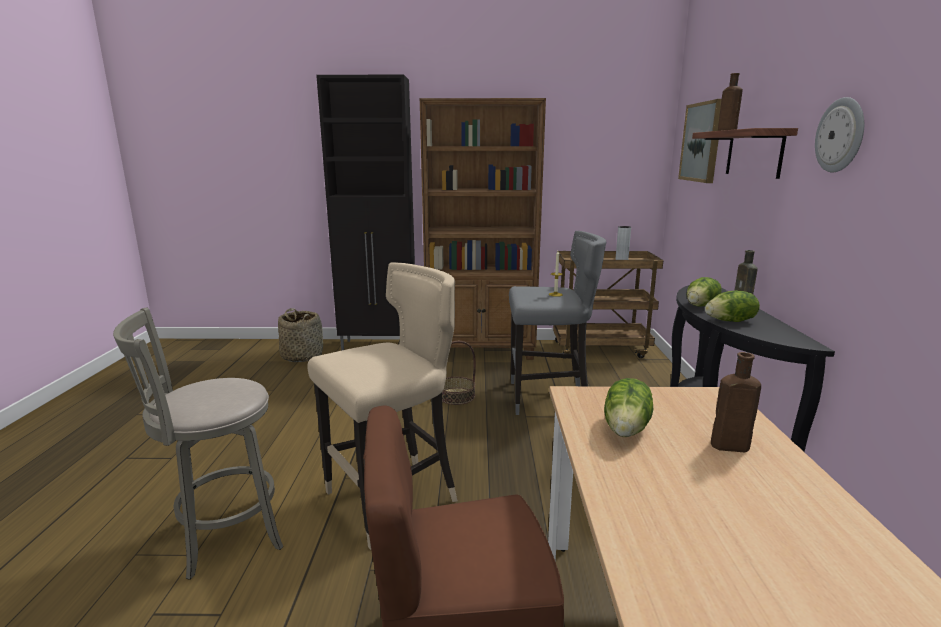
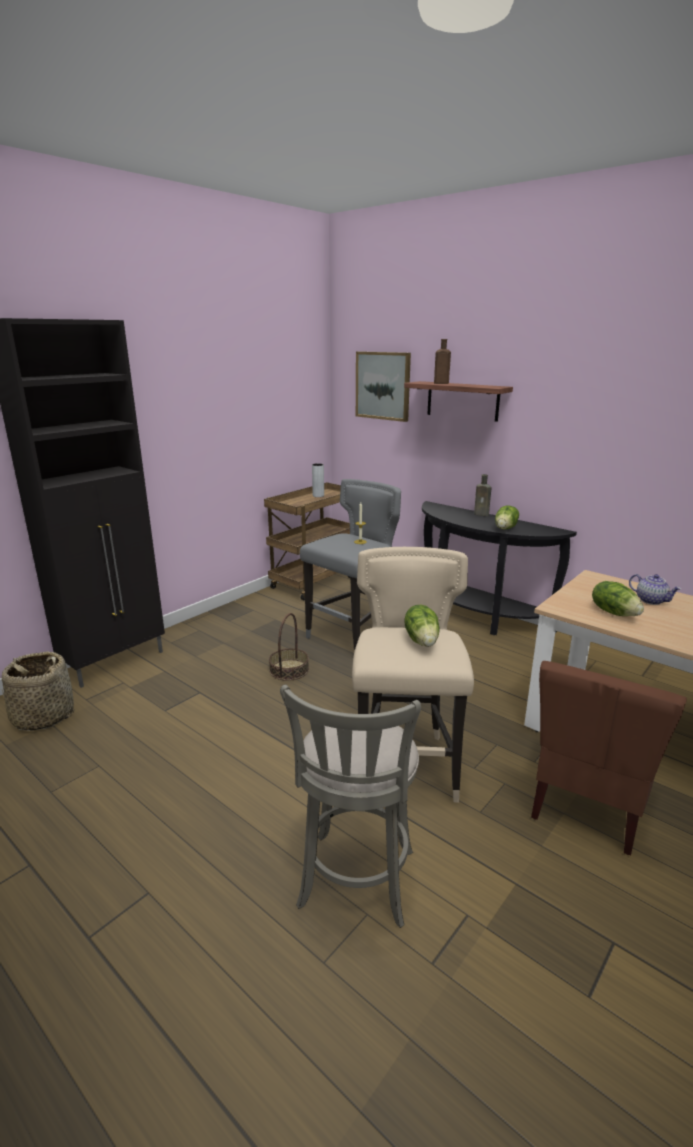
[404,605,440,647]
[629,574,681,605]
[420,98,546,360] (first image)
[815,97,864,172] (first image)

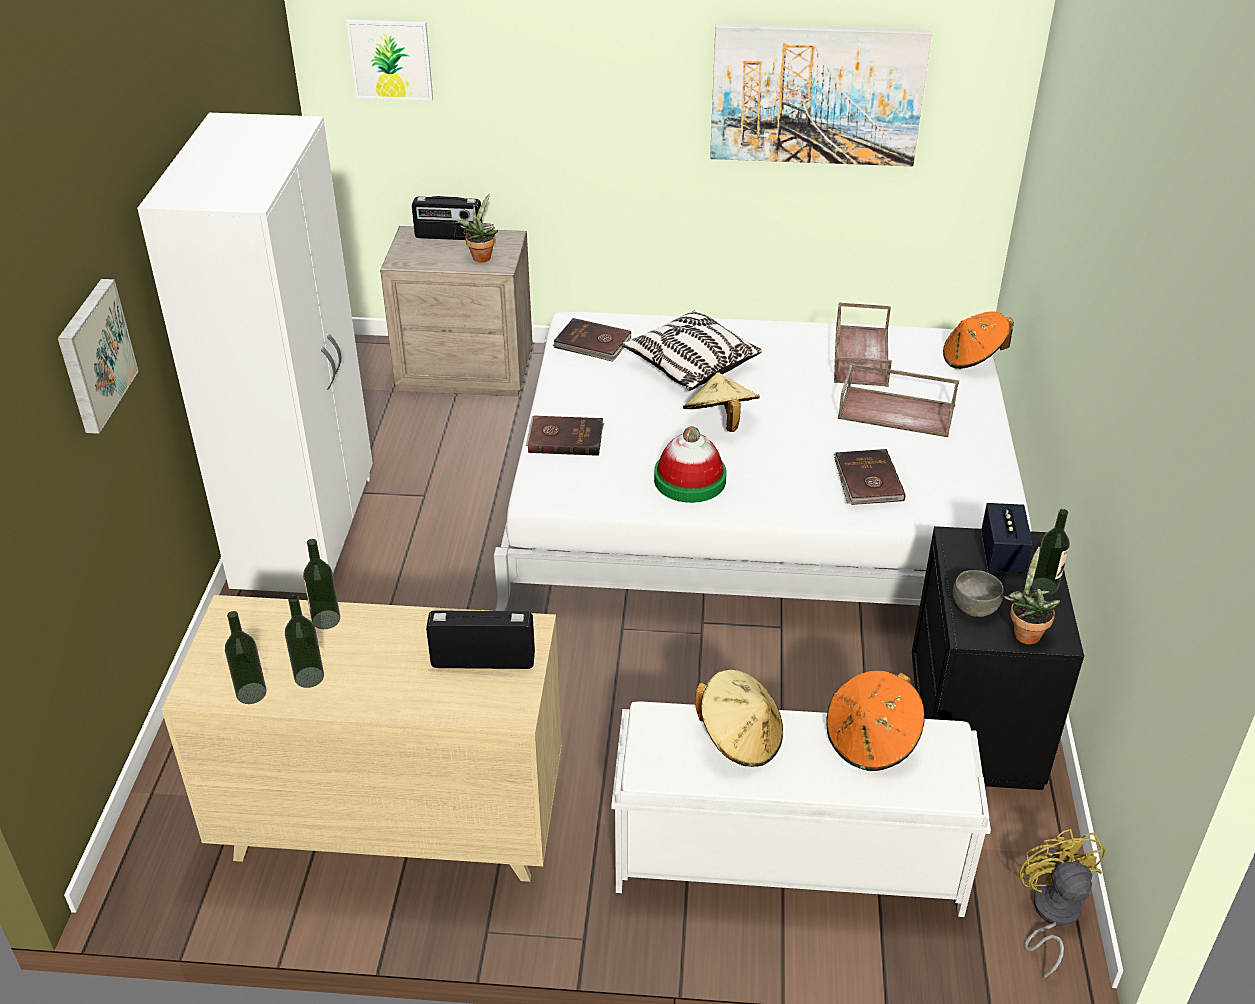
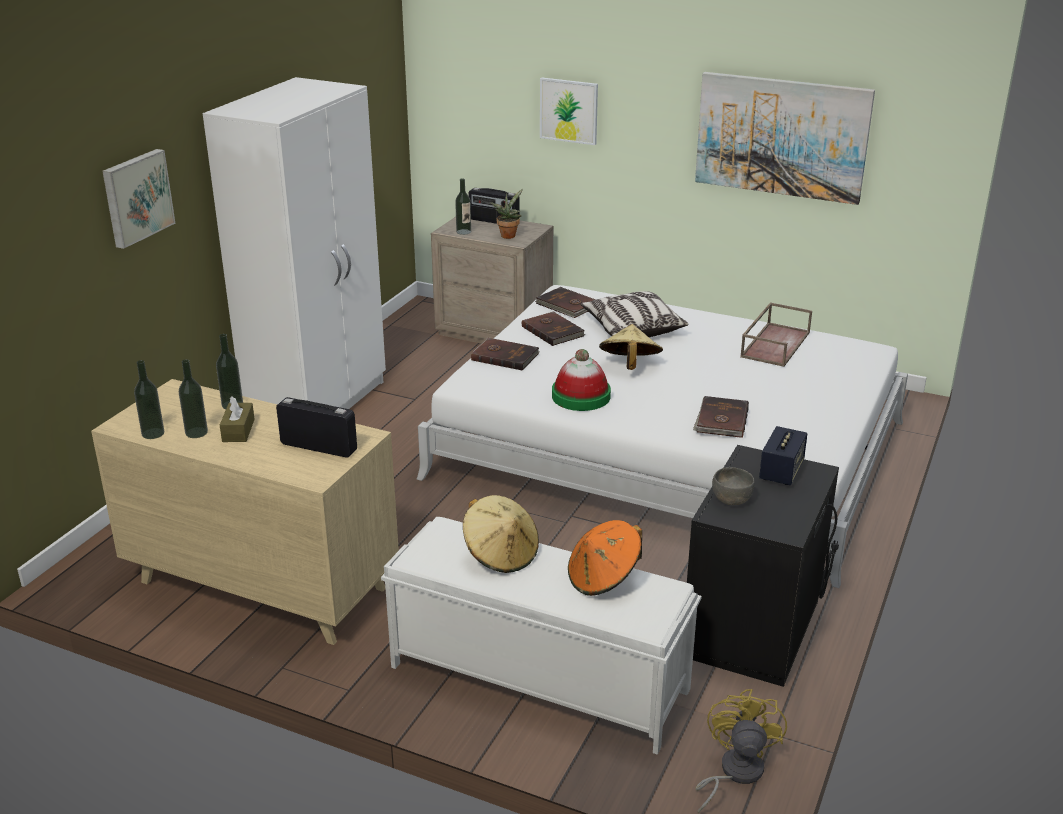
[220,396,255,442]
[455,178,471,235]
[522,312,585,346]
[540,77,598,145]
[838,363,959,437] (first image)
[943,311,1014,369] (first image)
[1004,546,1060,645] (first image)

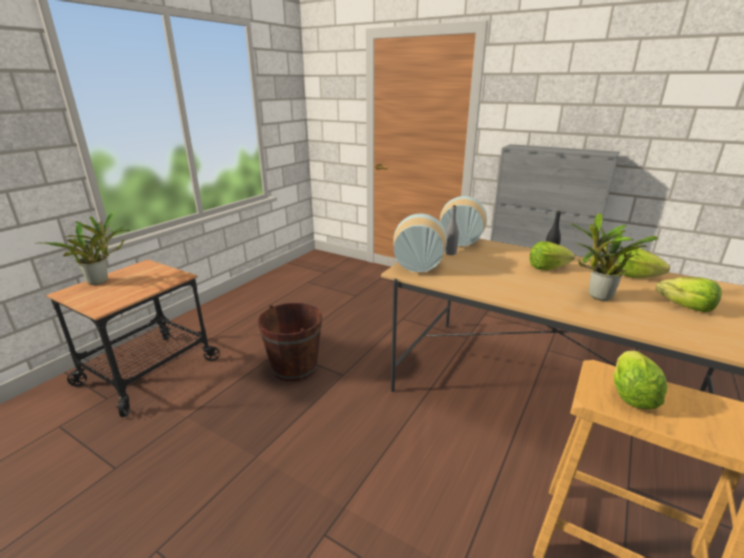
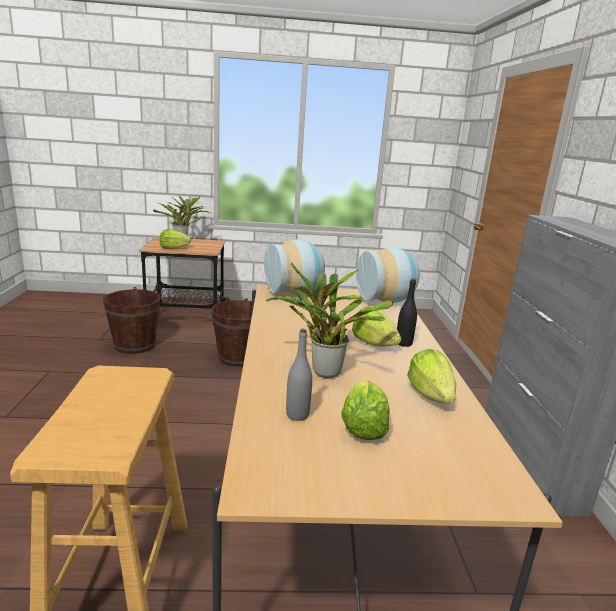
[103,287,161,354]
[160,229,191,250]
[286,329,312,421]

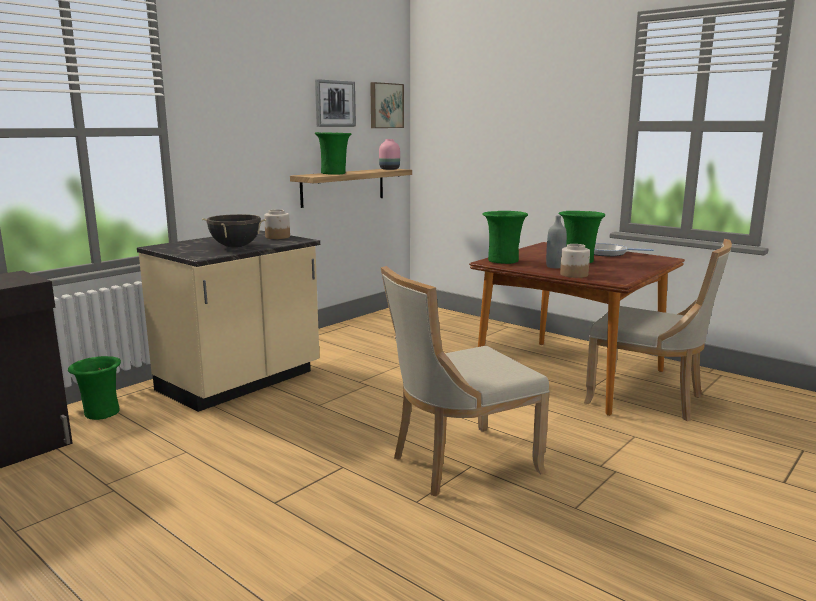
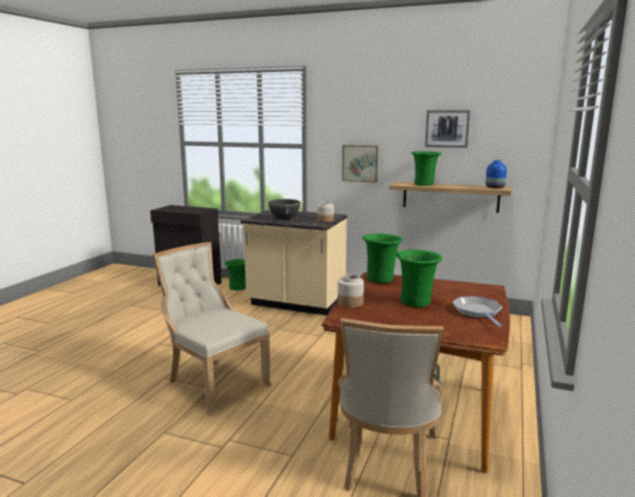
[342,145,379,183]
[486,160,507,189]
[546,215,567,268] (first image)

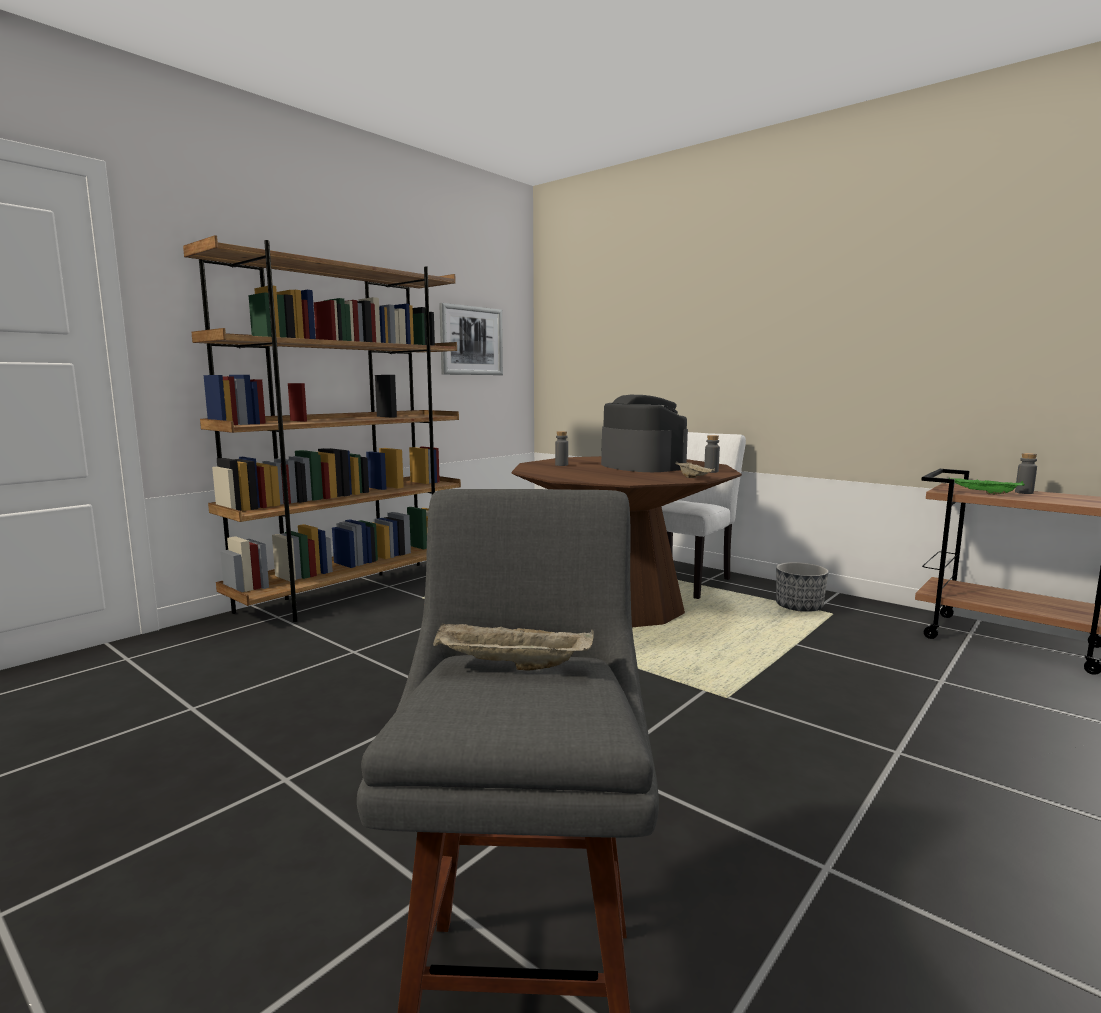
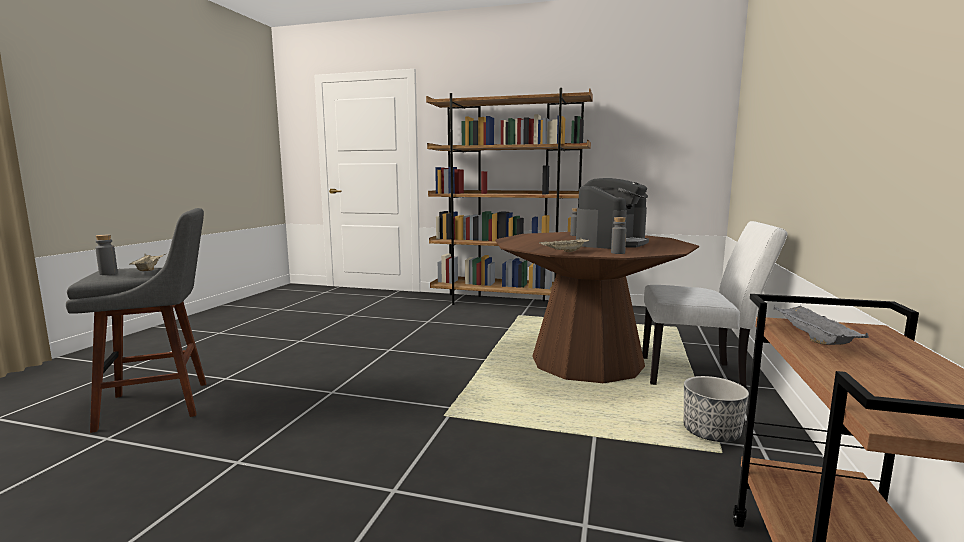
[95,235,118,275]
[773,305,869,345]
[439,303,503,375] (first image)

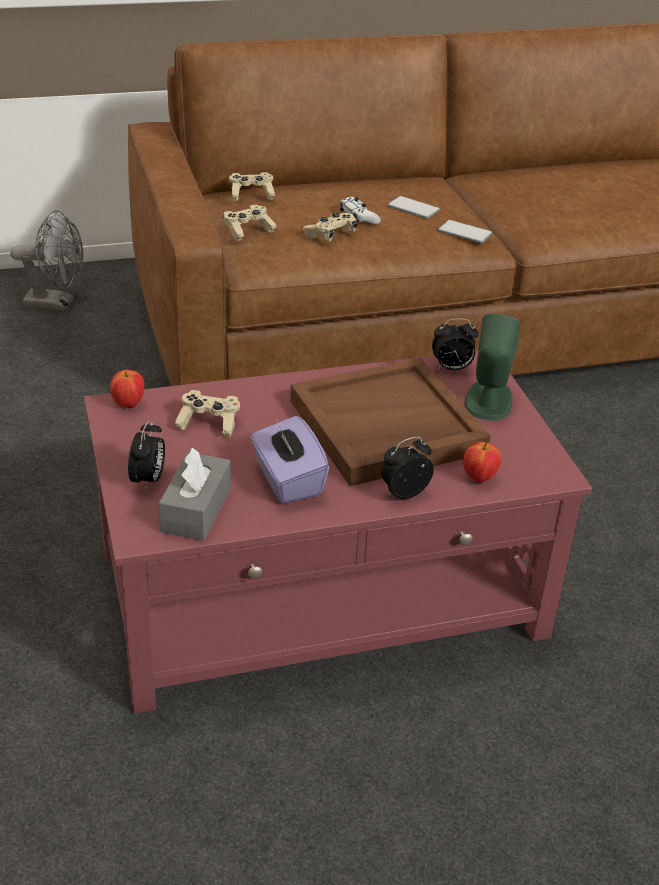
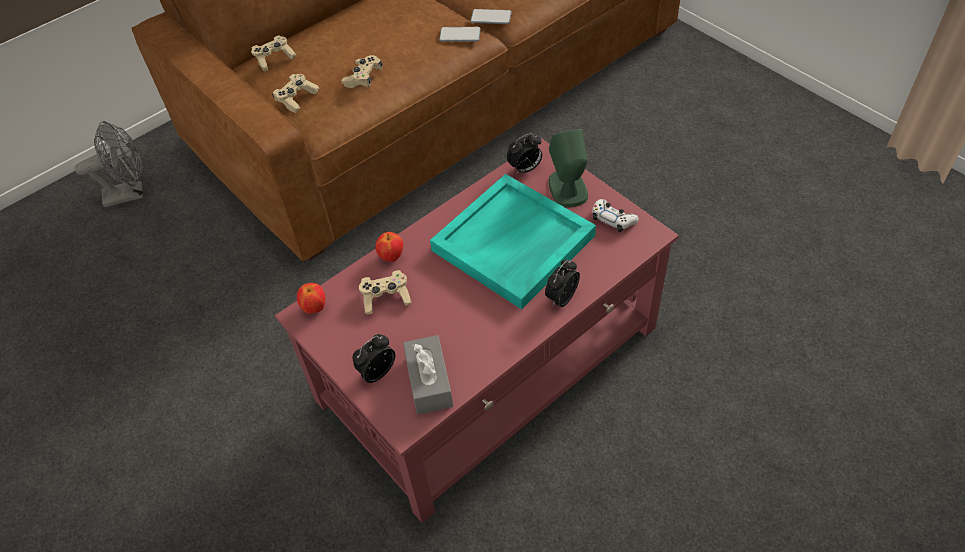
[352,334,395,383]
[375,232,403,262]
[430,174,596,309]
[471,9,512,24]
[592,199,639,232]
[251,416,329,504] (first image)

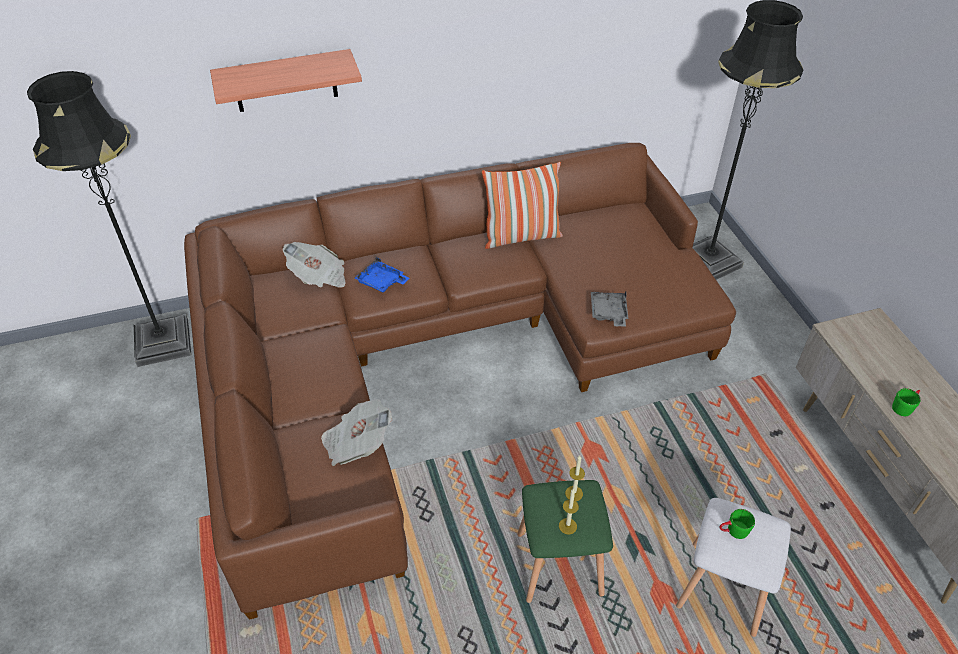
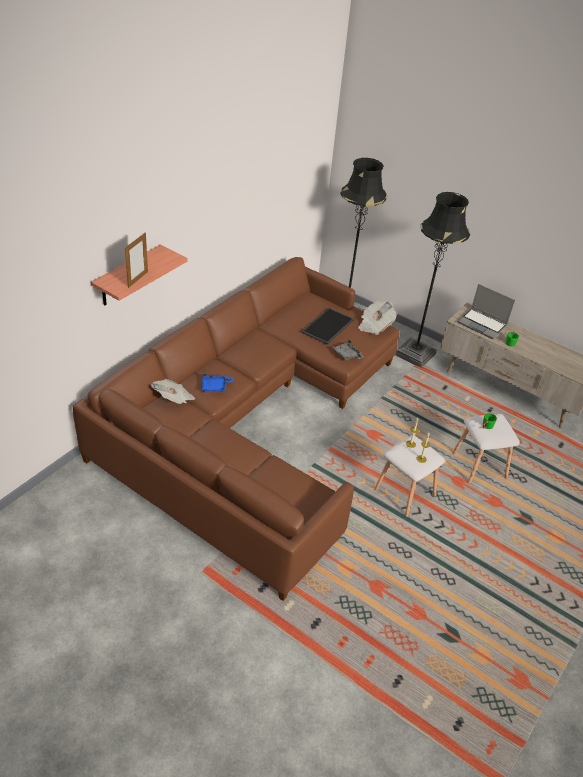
[125,232,148,288]
[301,308,354,345]
[358,301,397,335]
[374,435,445,517]
[395,192,470,368]
[457,284,515,339]
[482,162,563,249] (first image)

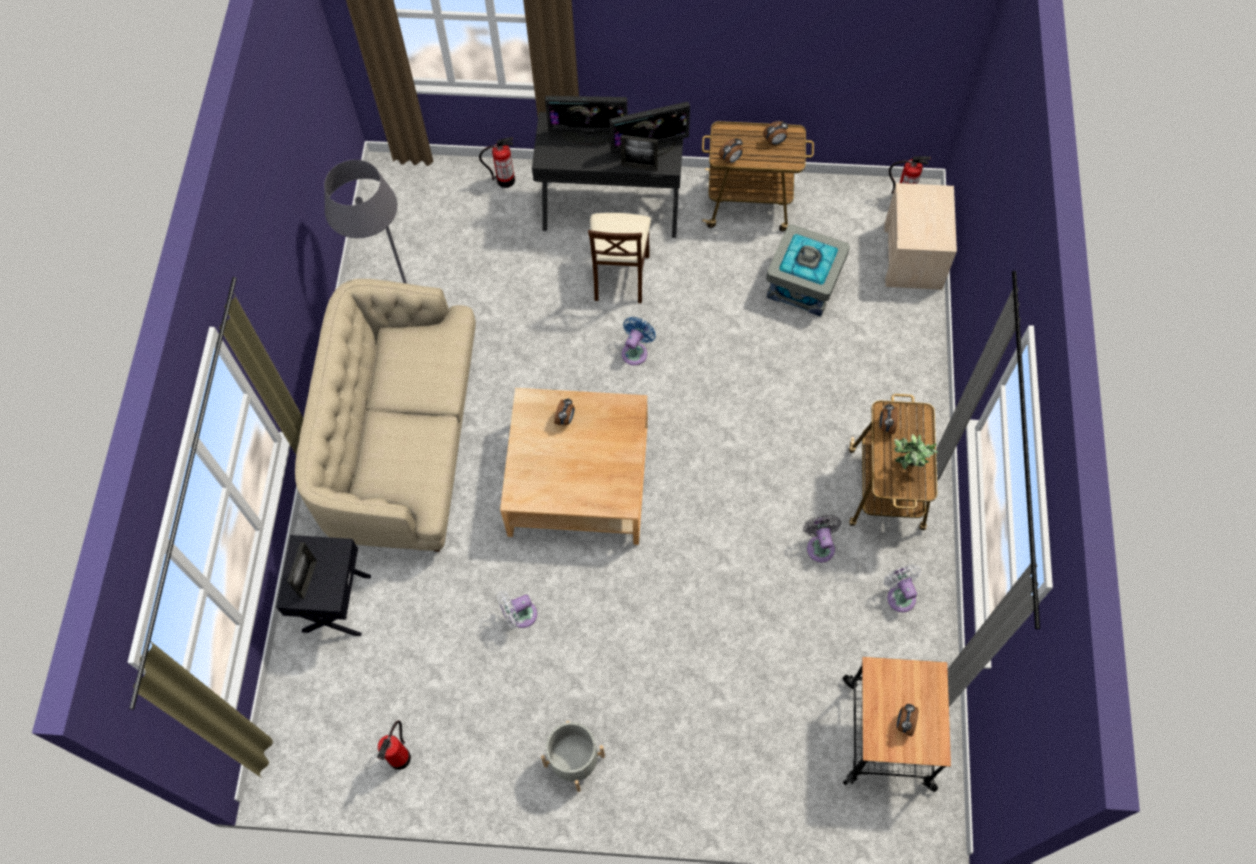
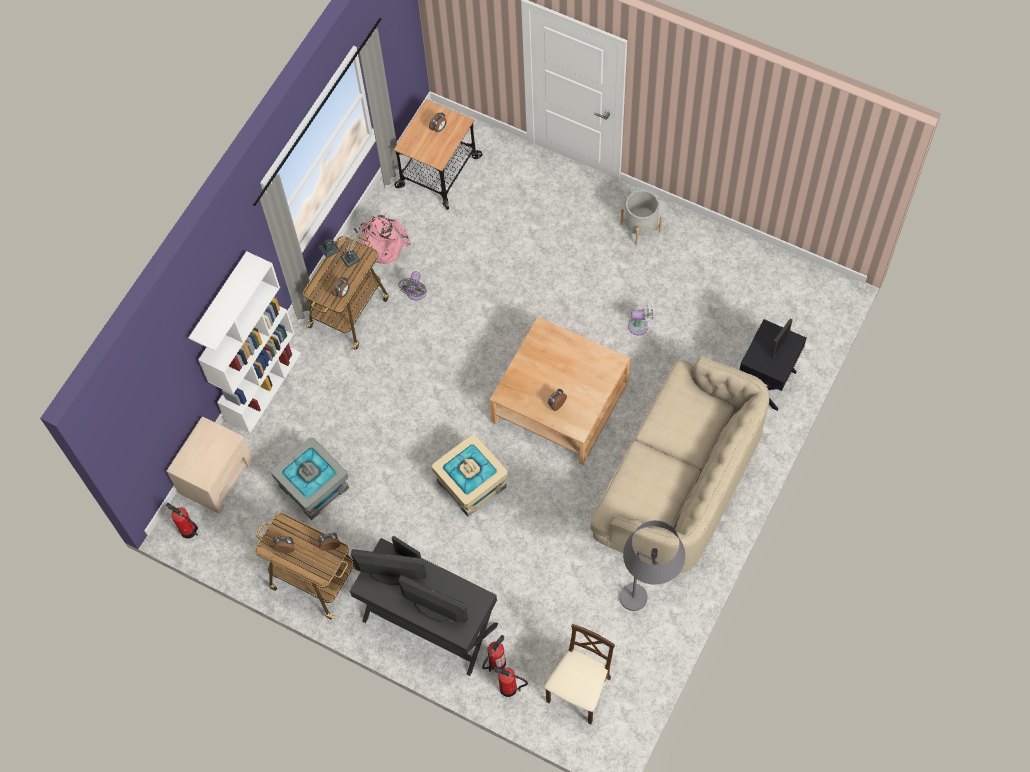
[188,251,301,434]
[319,227,360,268]
[360,215,411,264]
[432,434,508,517]
[482,635,506,672]
[544,624,615,724]

